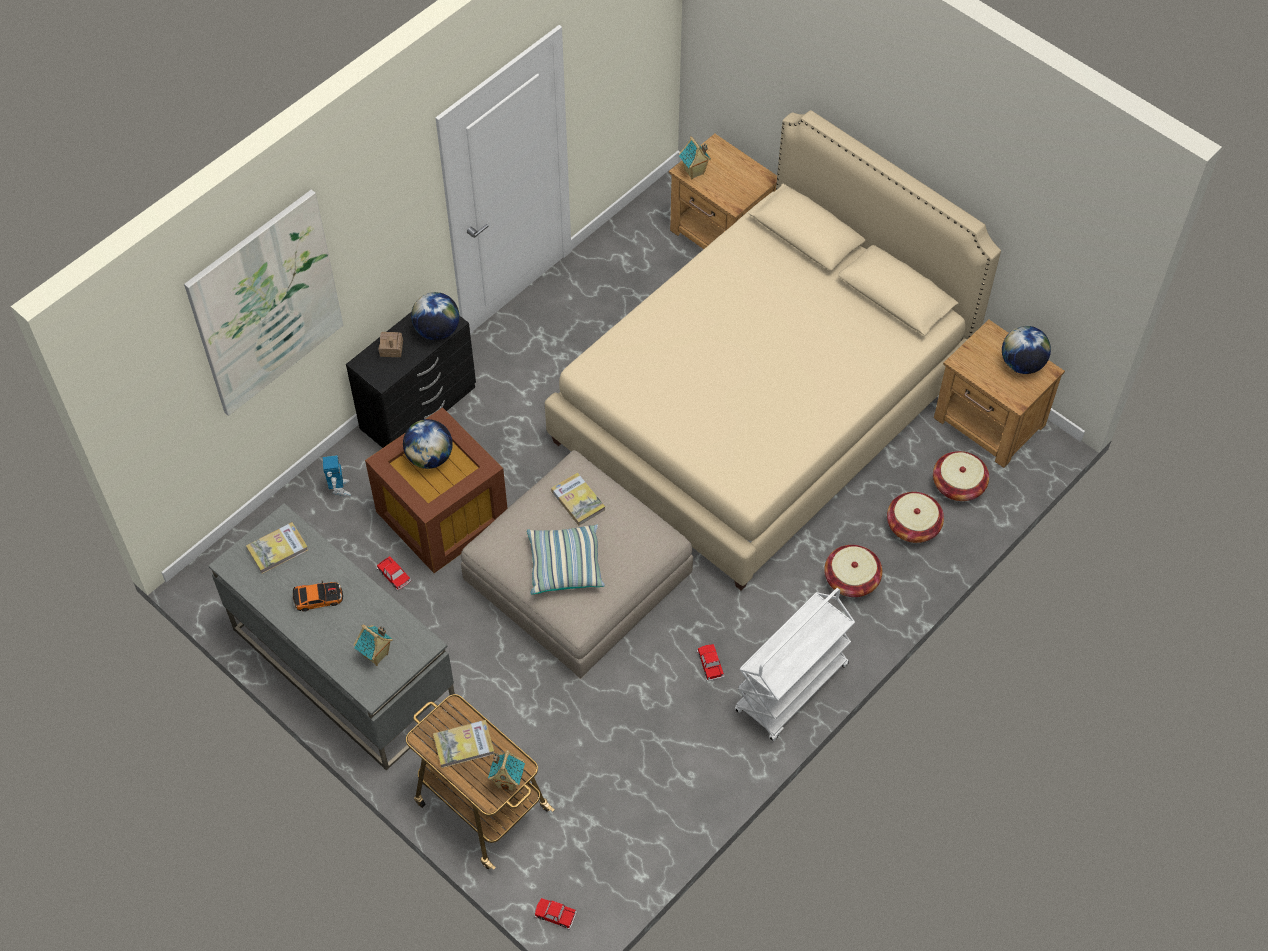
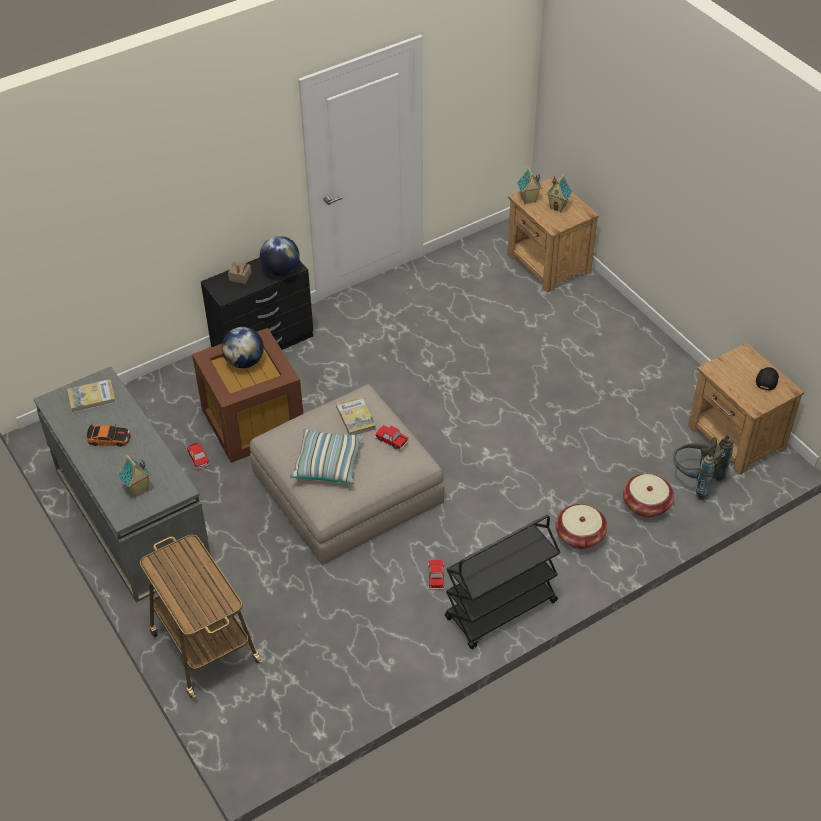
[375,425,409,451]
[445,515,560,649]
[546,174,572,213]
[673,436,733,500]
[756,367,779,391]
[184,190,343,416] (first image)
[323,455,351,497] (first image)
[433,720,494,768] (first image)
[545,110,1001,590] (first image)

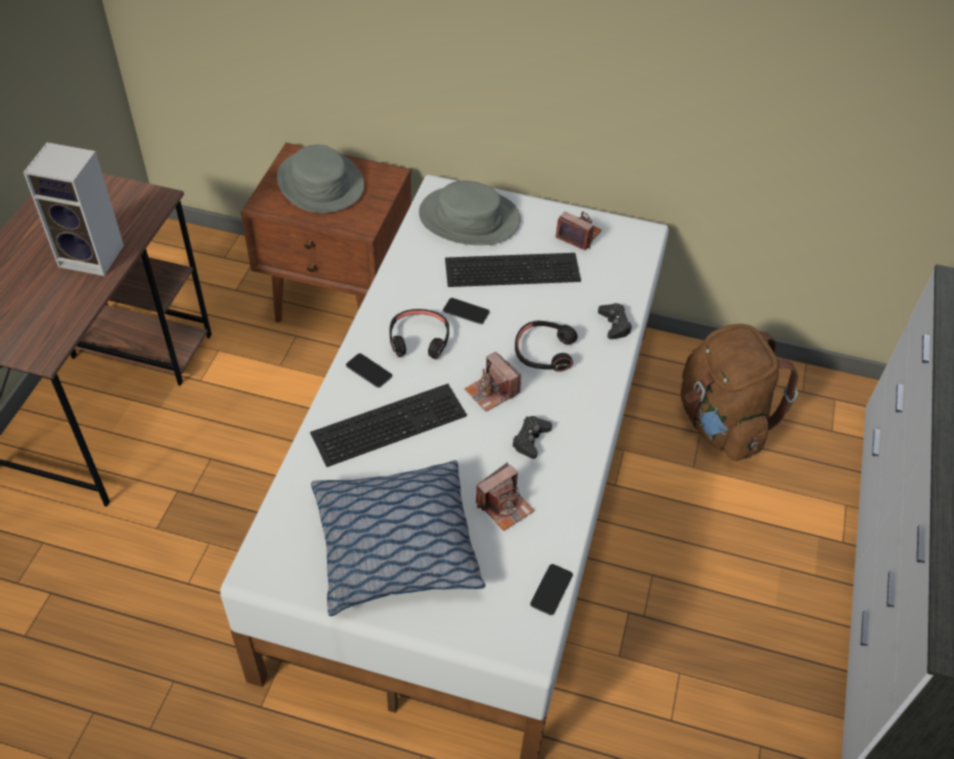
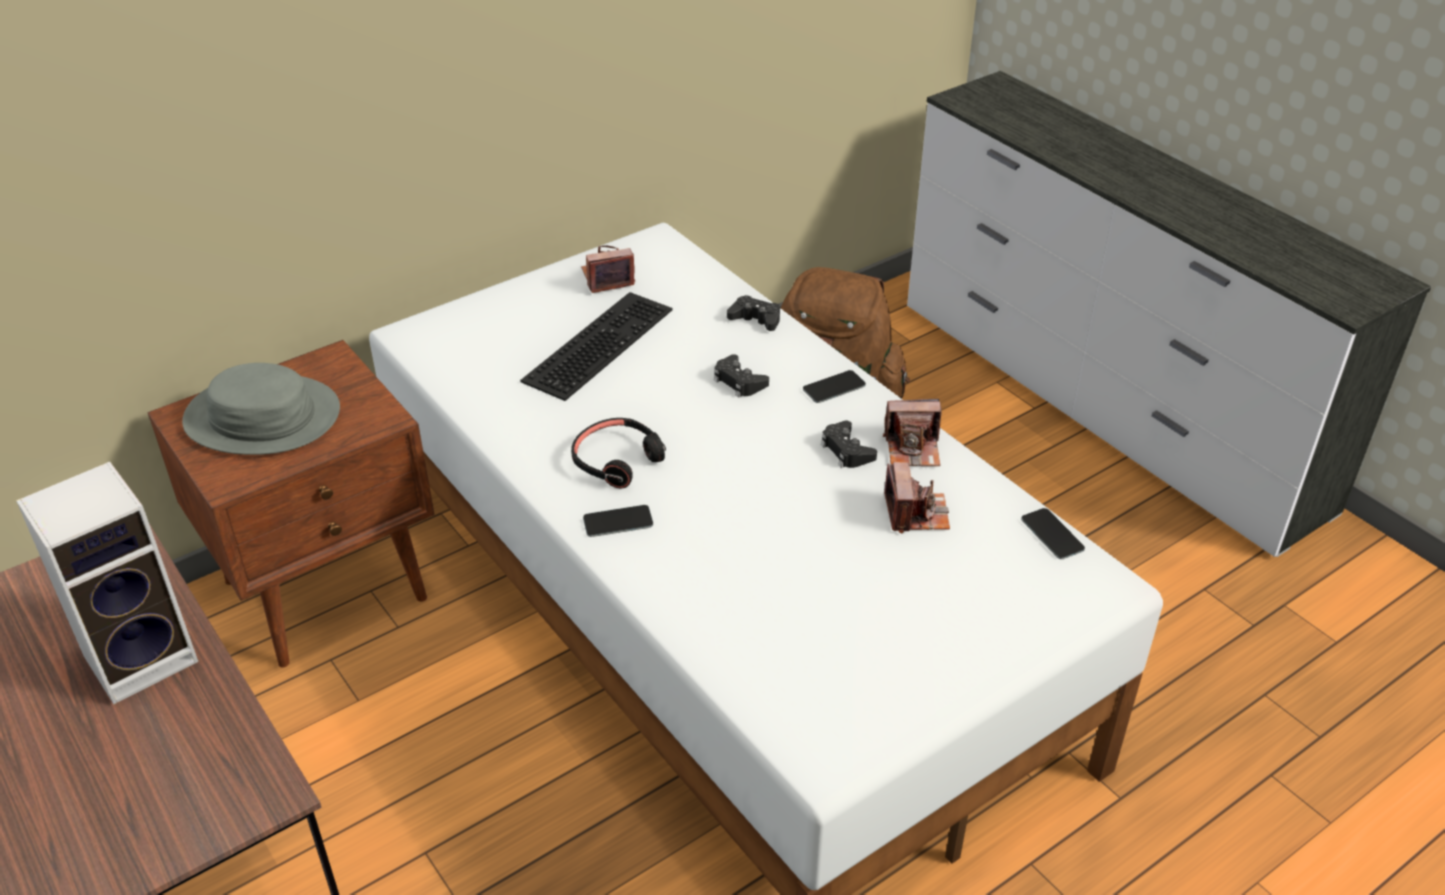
[714,354,769,398]
[803,370,866,403]
[883,399,941,466]
[310,384,467,467] (first image)
[311,460,485,616] (first image)
[419,181,521,245] (first image)

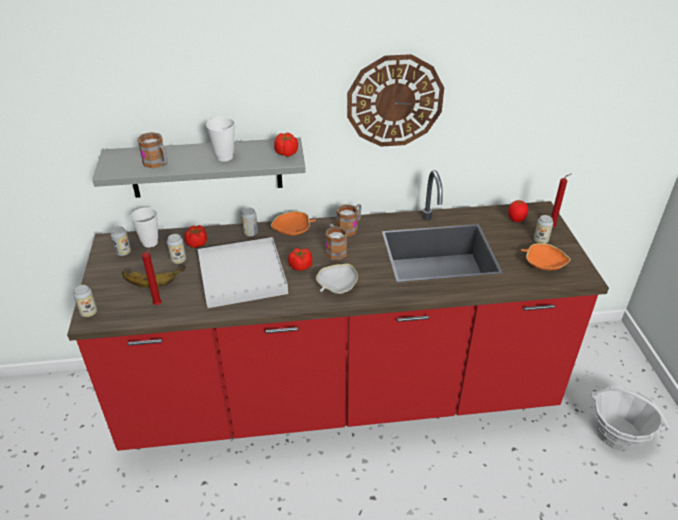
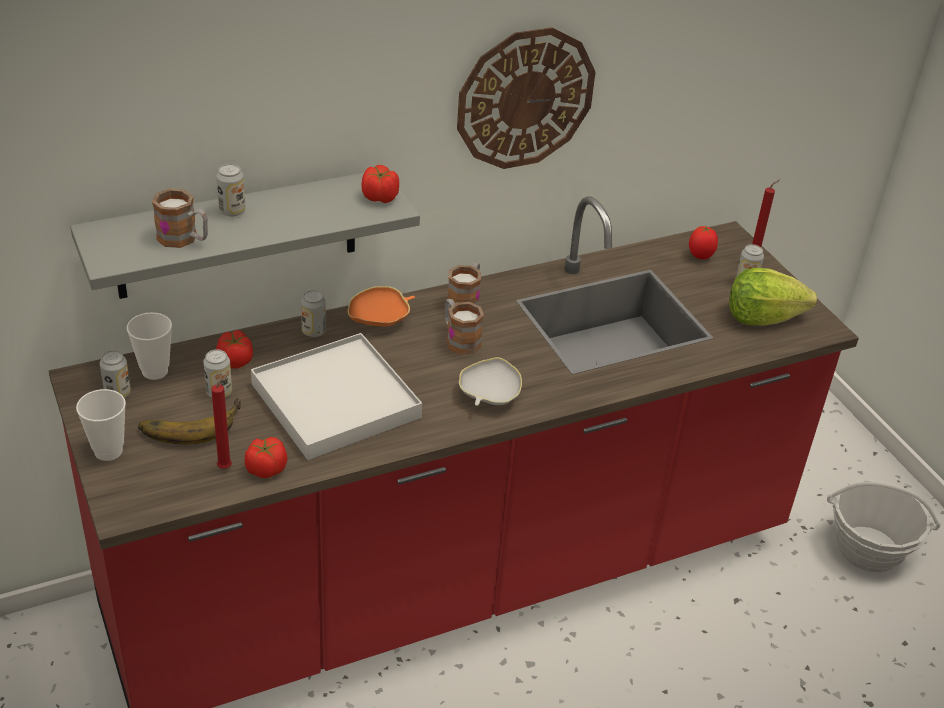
[76,389,126,461]
[216,164,245,217]
[245,437,287,478]
[729,268,817,326]

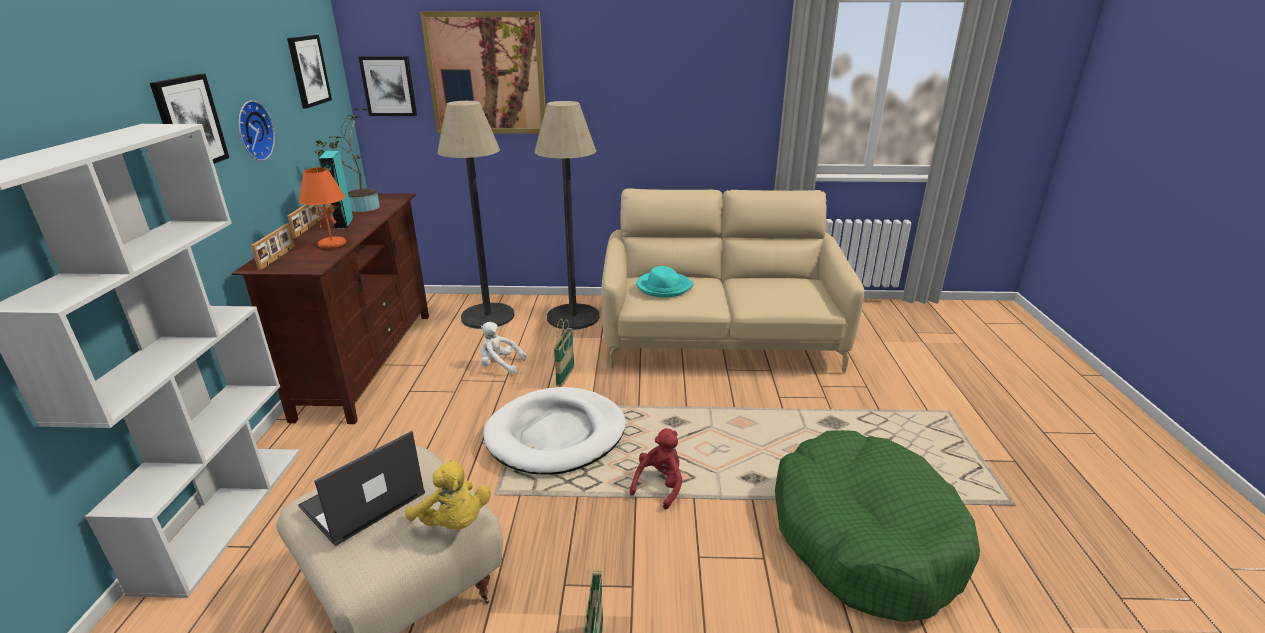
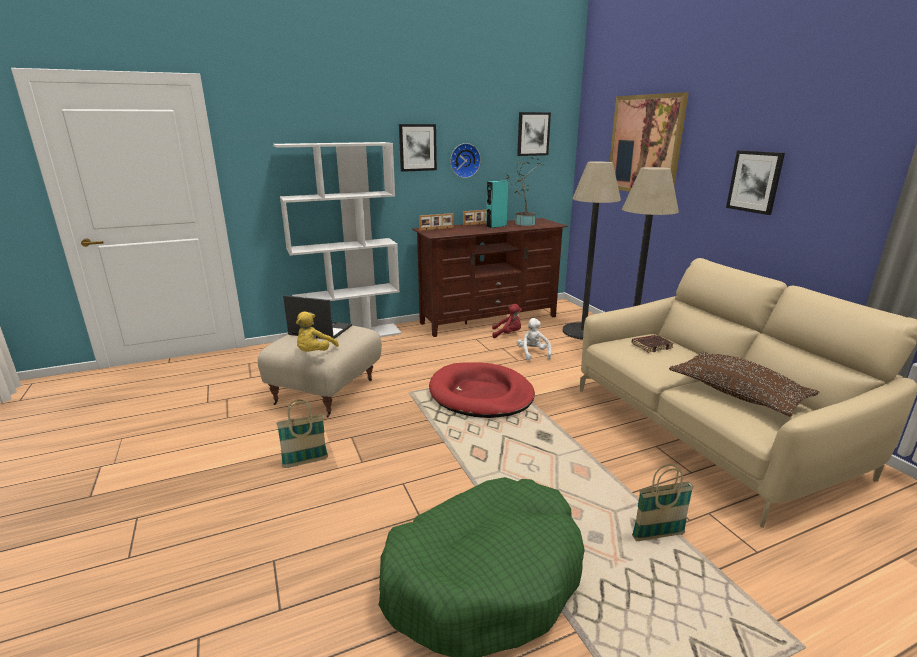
[429,362,535,418]
[492,304,522,338]
[632,335,674,353]
[632,464,694,541]
[669,351,820,417]
[726,150,785,215]
[299,167,346,249] (first image)

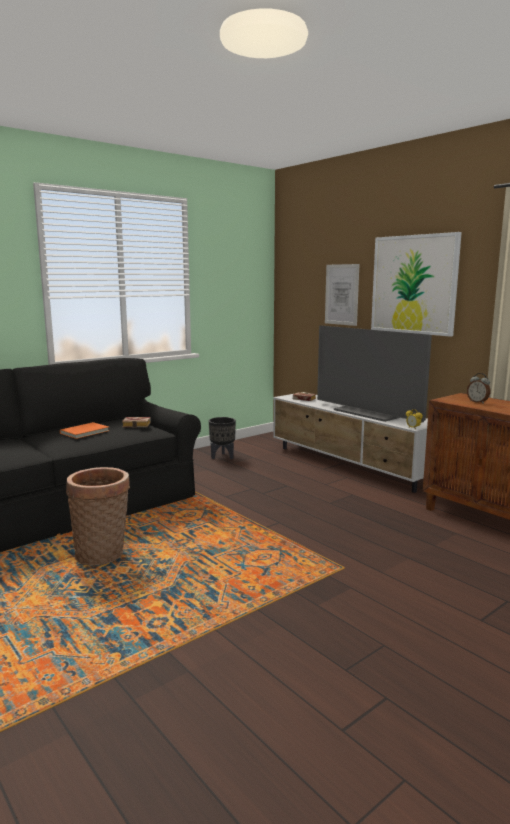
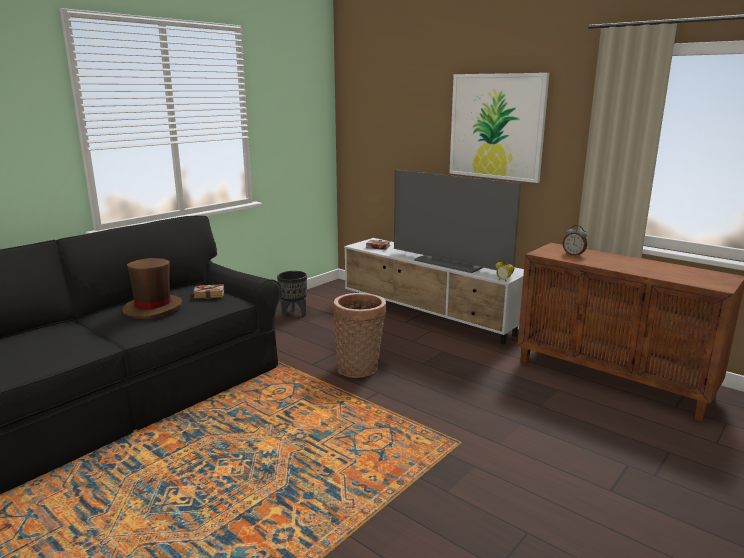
[122,258,183,319]
[333,293,386,378]
[325,264,359,326] (first image)

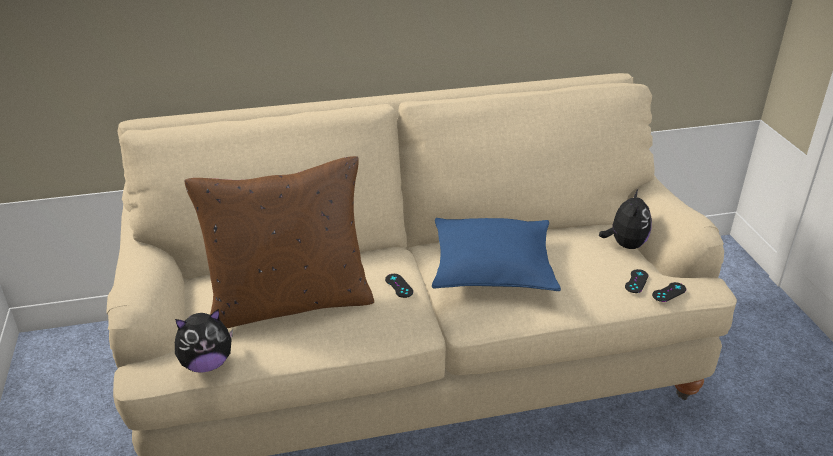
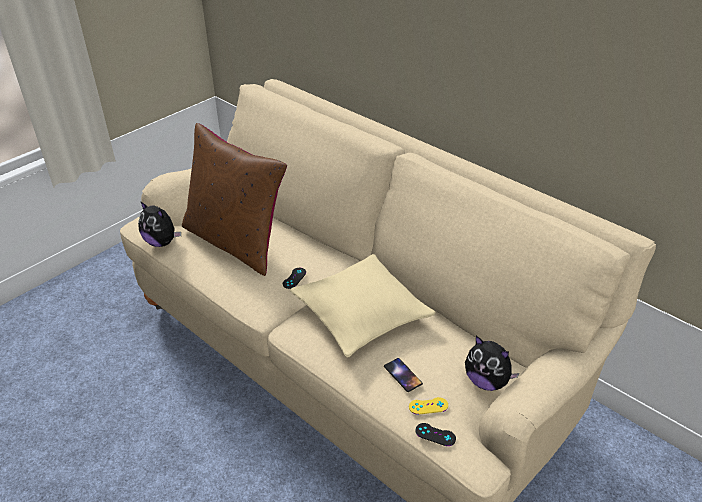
[290,254,436,358]
[384,358,423,392]
[409,397,448,415]
[465,336,520,391]

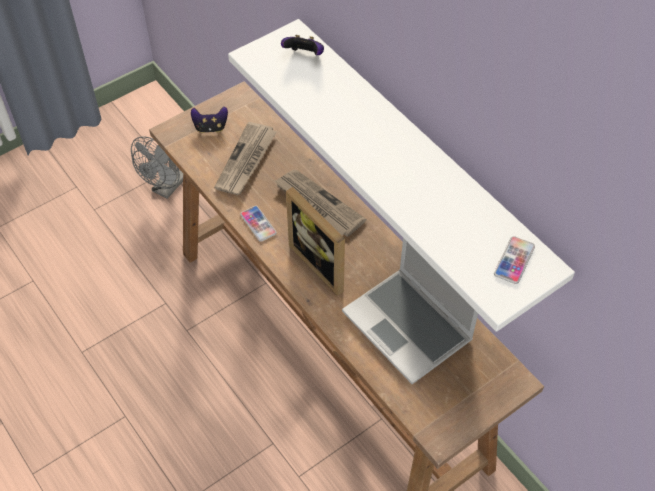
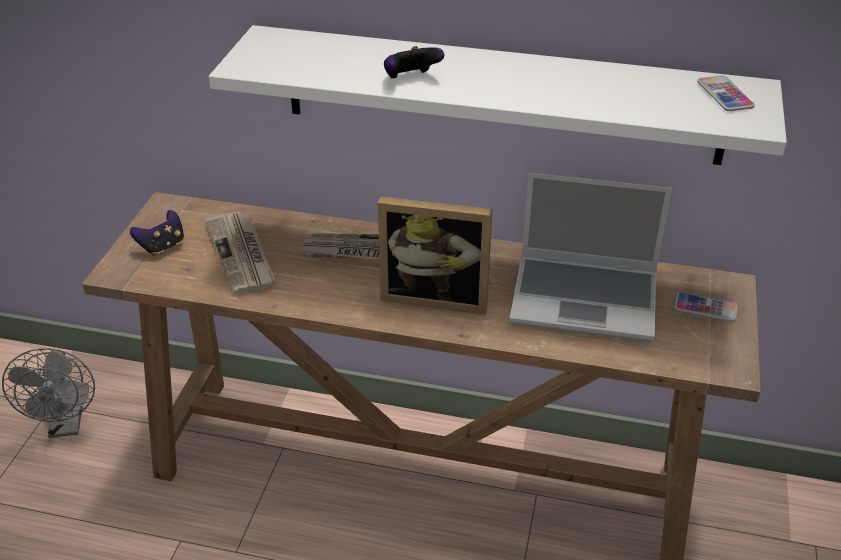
[384,46,444,79]
[675,292,738,322]

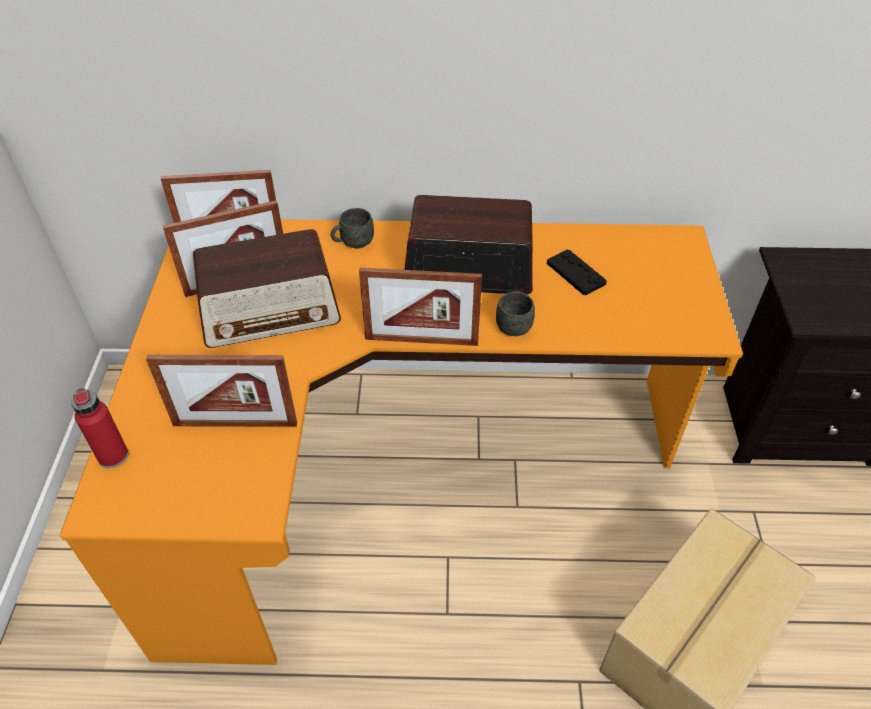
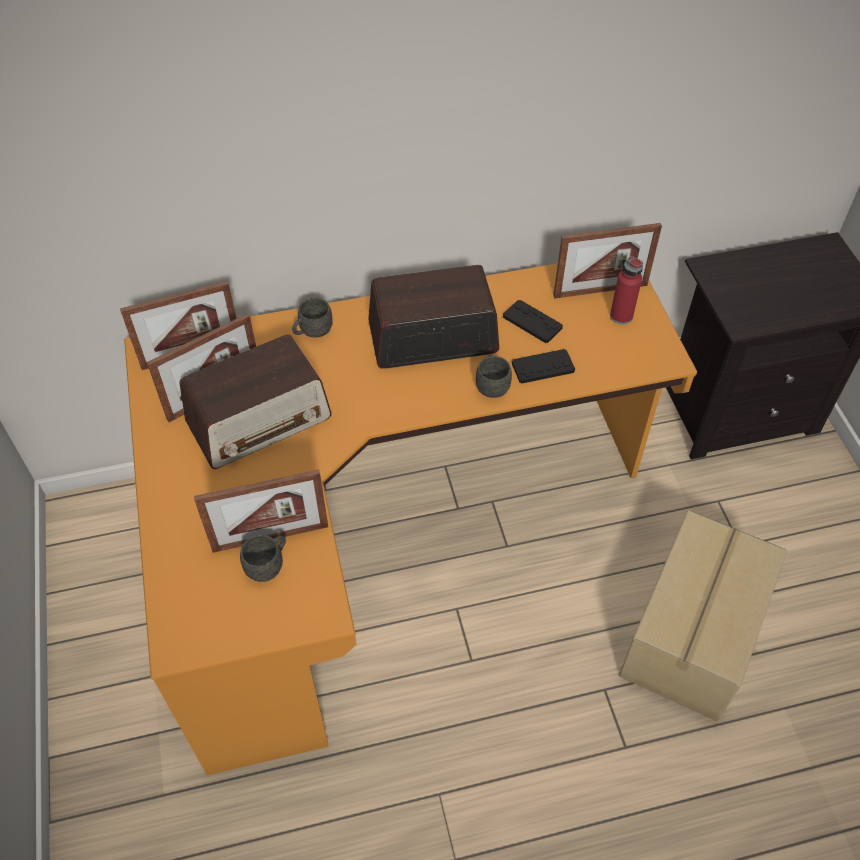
[240,535,286,582]
[512,349,575,384]
[553,223,662,299]
[610,256,643,325]

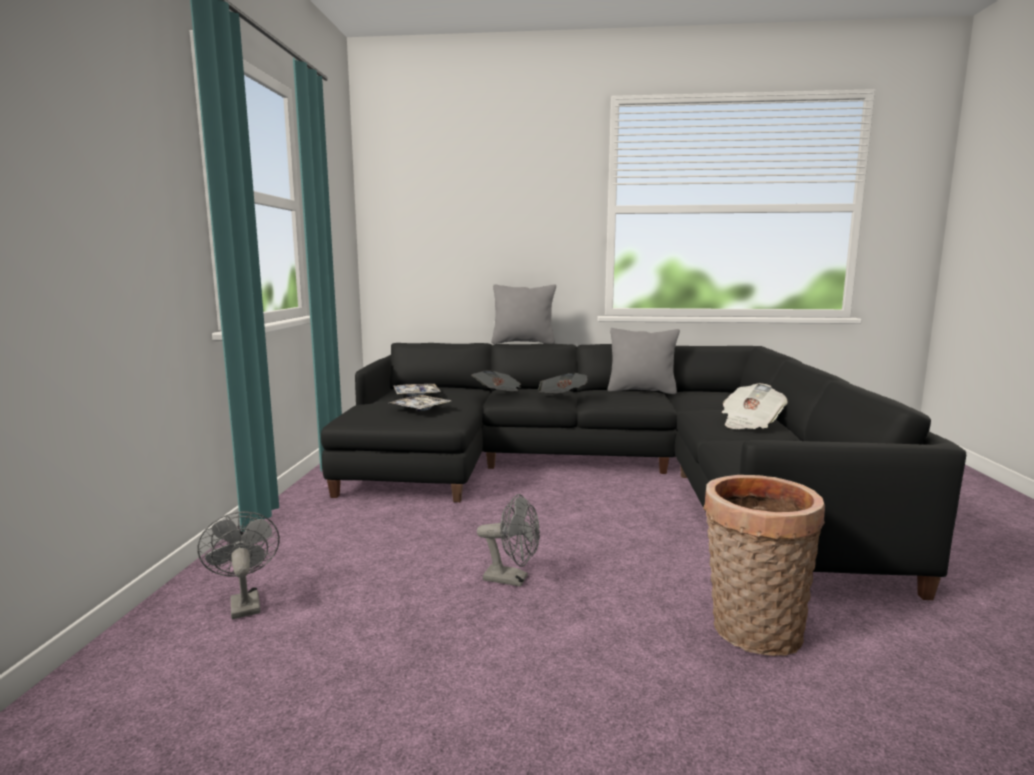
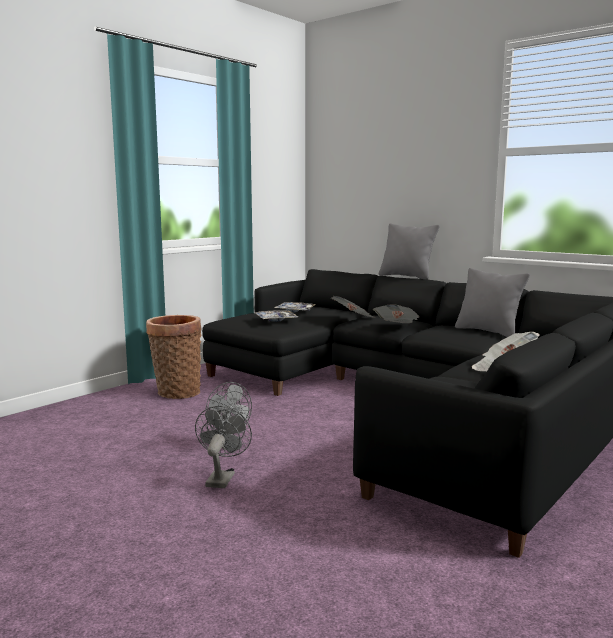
[146,315,201,399]
[195,406,252,488]

